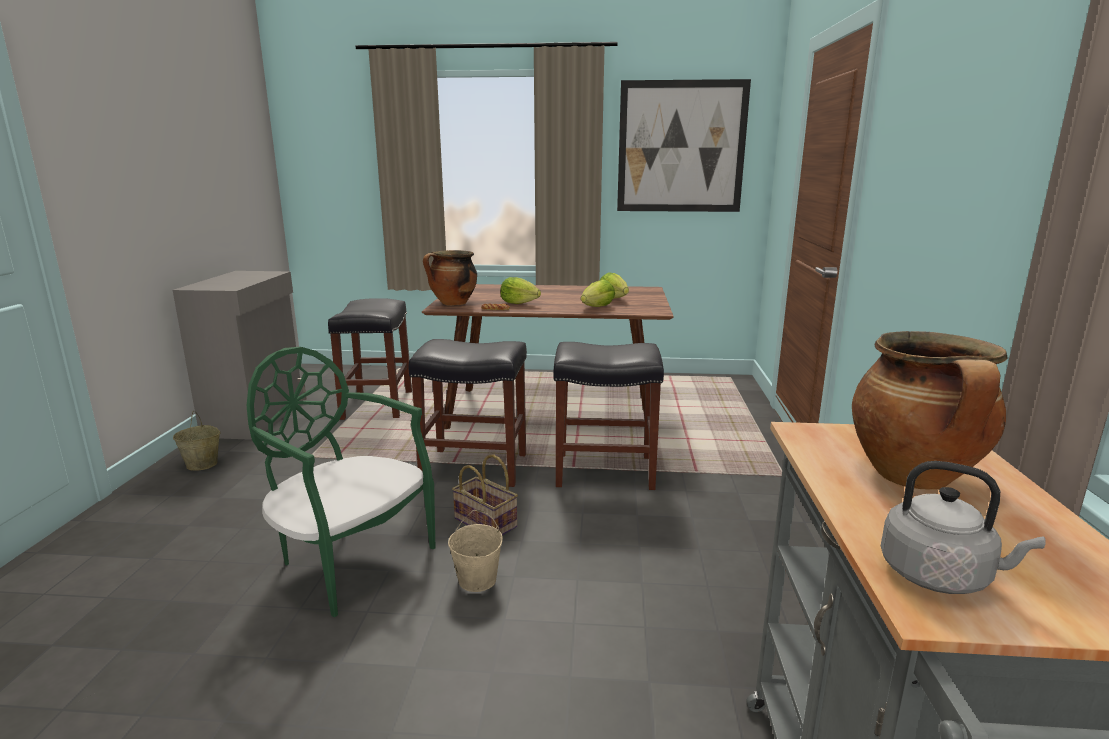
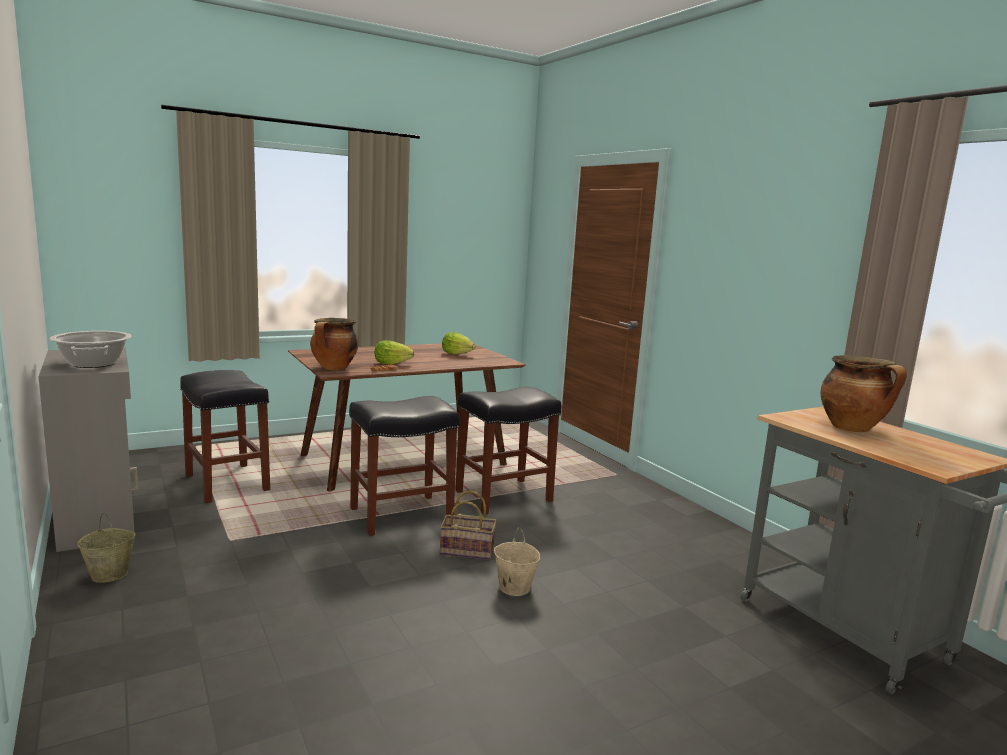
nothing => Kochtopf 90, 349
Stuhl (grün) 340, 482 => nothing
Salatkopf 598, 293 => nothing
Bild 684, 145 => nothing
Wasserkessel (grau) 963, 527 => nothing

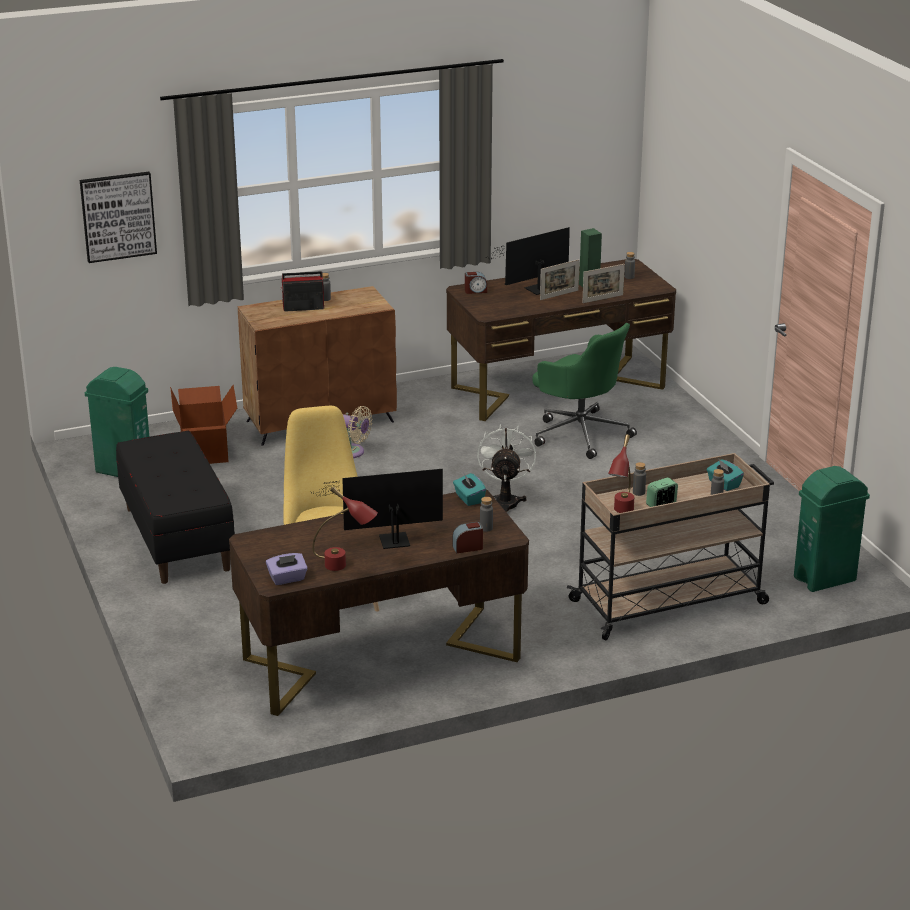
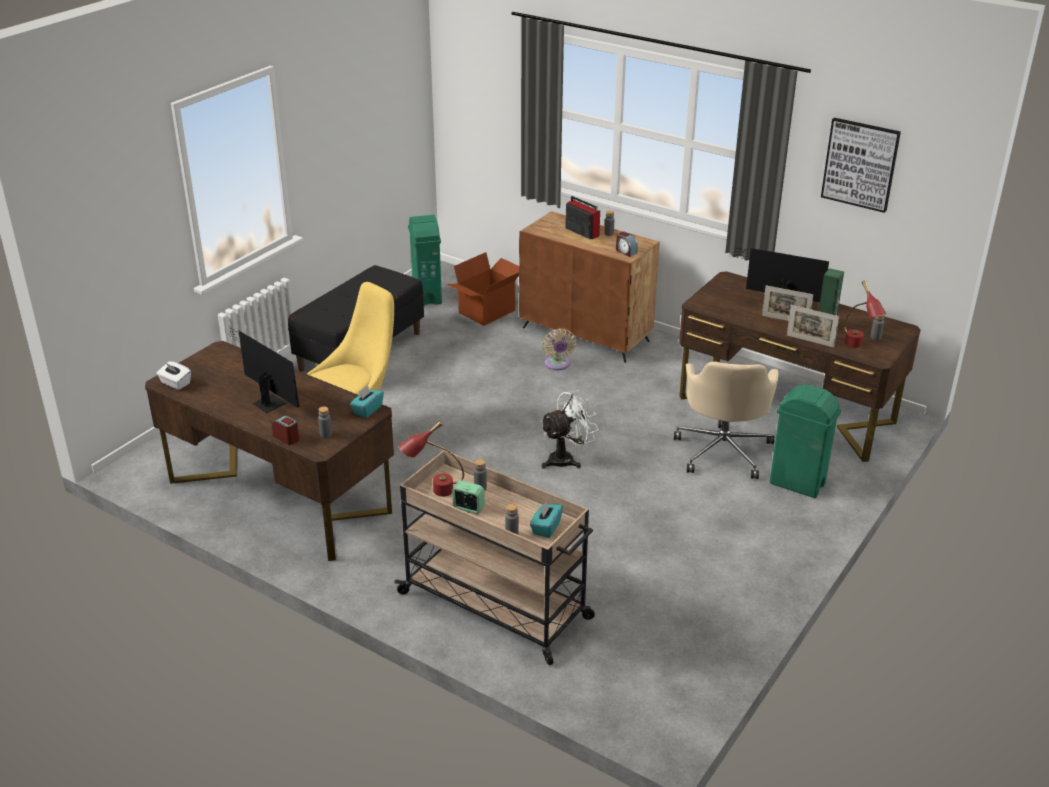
Taschentuchbox (lila) 287, 569 => Taschentuchbox (weiß) 173, 375
Wecker 476, 283 => Wecker 627, 244, relocated
Bürostuhl (grün) 584, 391 => Bürostuhl (beige) 726, 420
Mülleimer (grün) 832, 529 => Mülleimer (grün) 805, 441, relocated
Bild 118, 217 => Bild 861, 165, relocated
Tischlampe (rot) 345, 529 => Tischlampe (rot) 865, 314, relocated

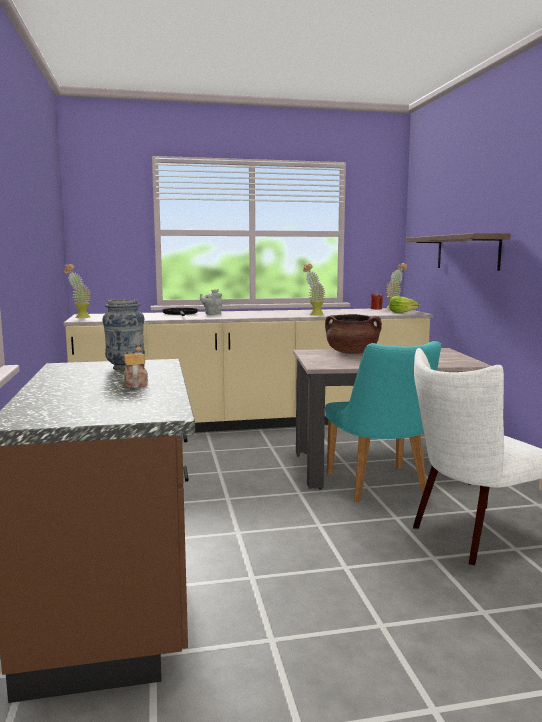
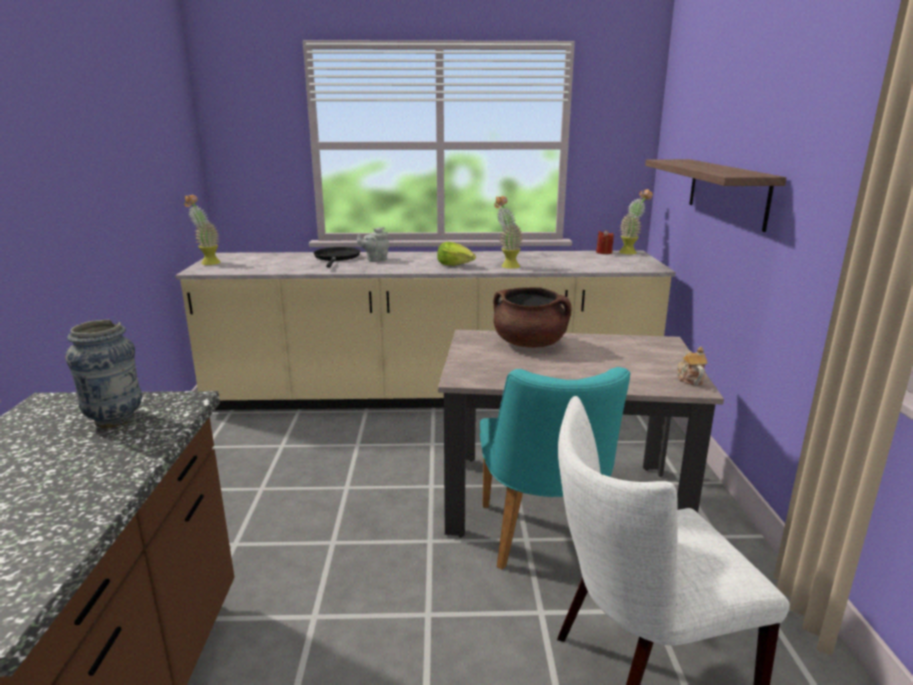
Salatkopf 404, 304 => Salatkopf 456, 254, relocated
Teekanne 135, 367 => Teekanne 692, 366, relocated

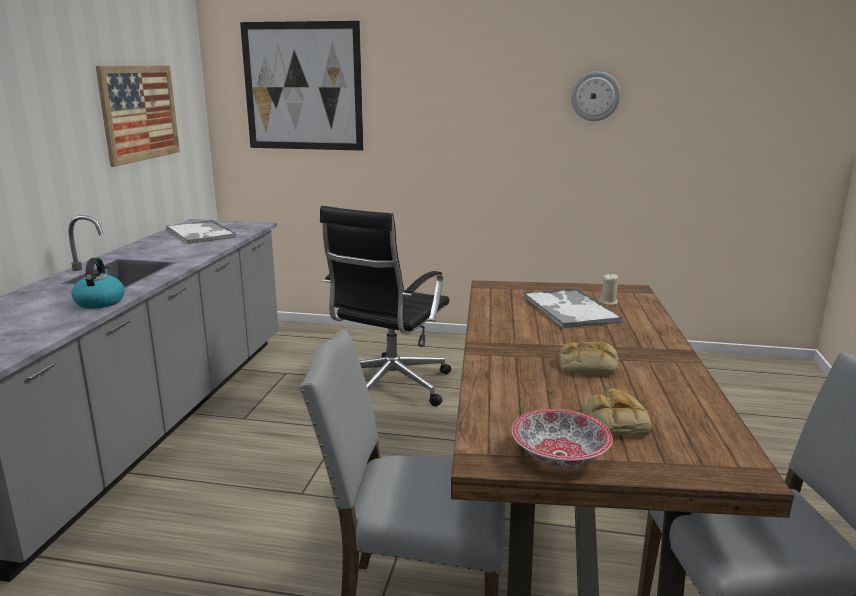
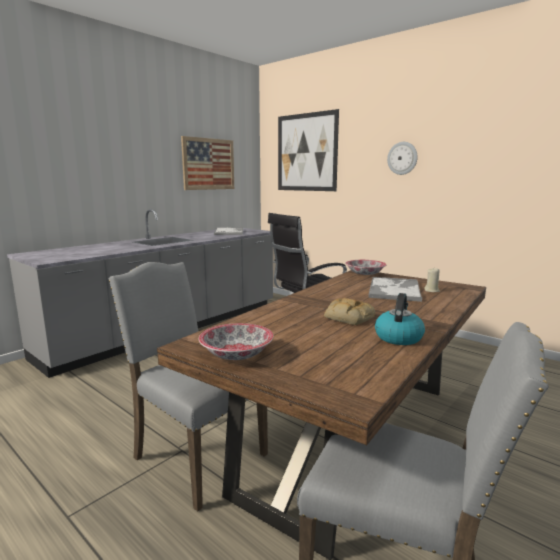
nothing => Schüssel 365, 267
Wasserkessel 98, 283 => Wasserkessel 400, 319, relocated
Wanduhr 595, 96 => Wanduhr 402, 158, relocated
Brot 616, 412 => nothing

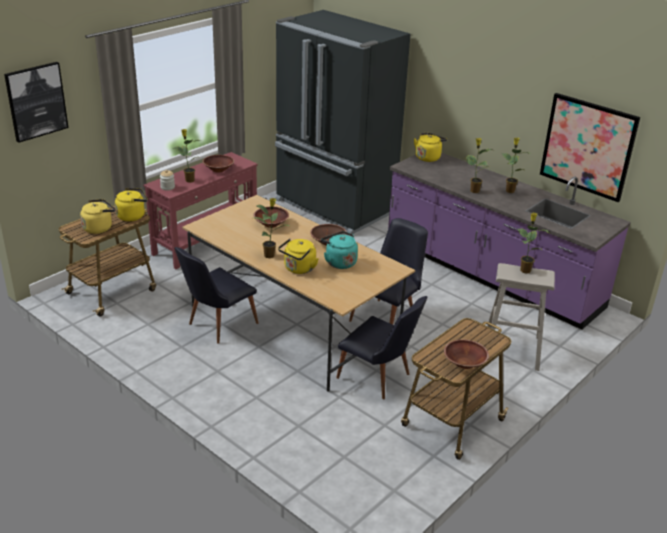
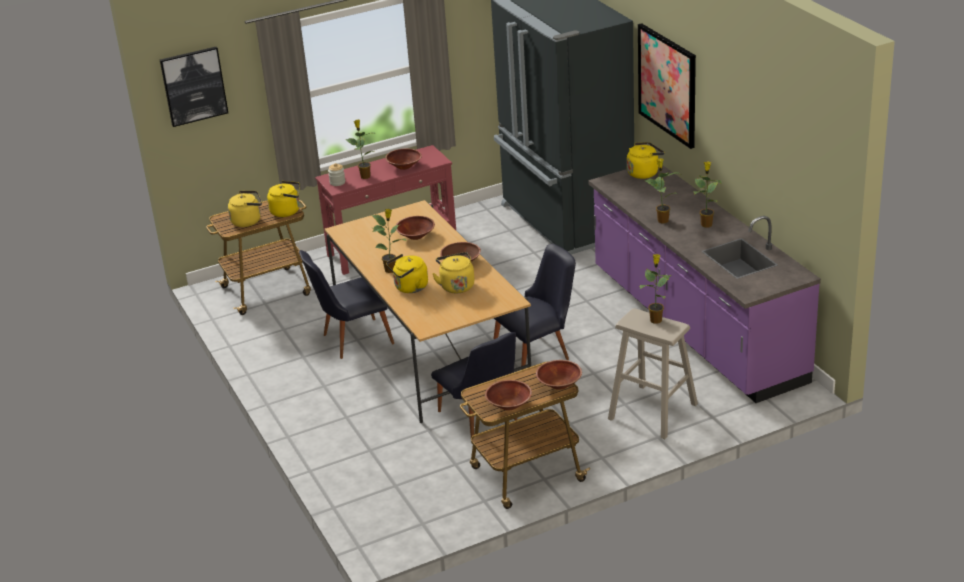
Wasserkessel (türkis) 339, 250 => Wasserkessel (gelb) 453, 272
nothing => Schüssel (braun) 559, 375
Bild 590, 147 => Bild 667, 86, relocated

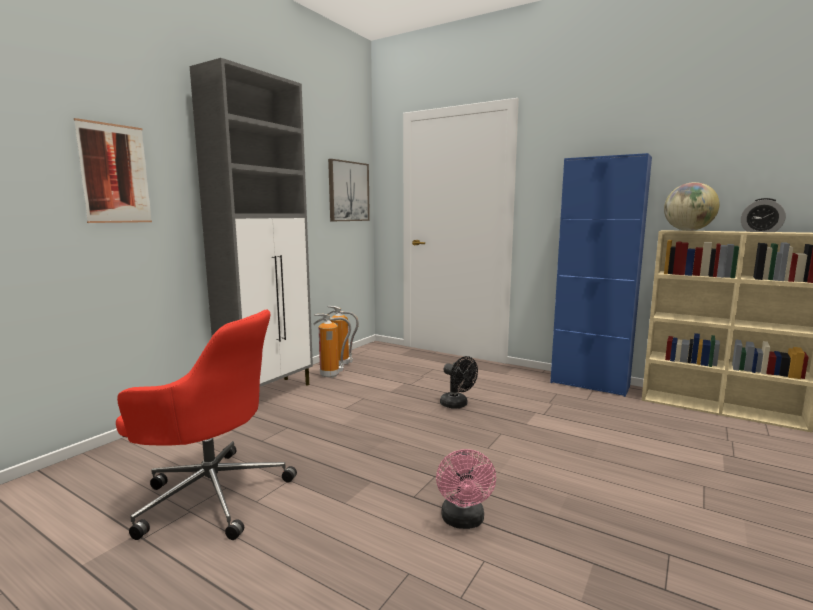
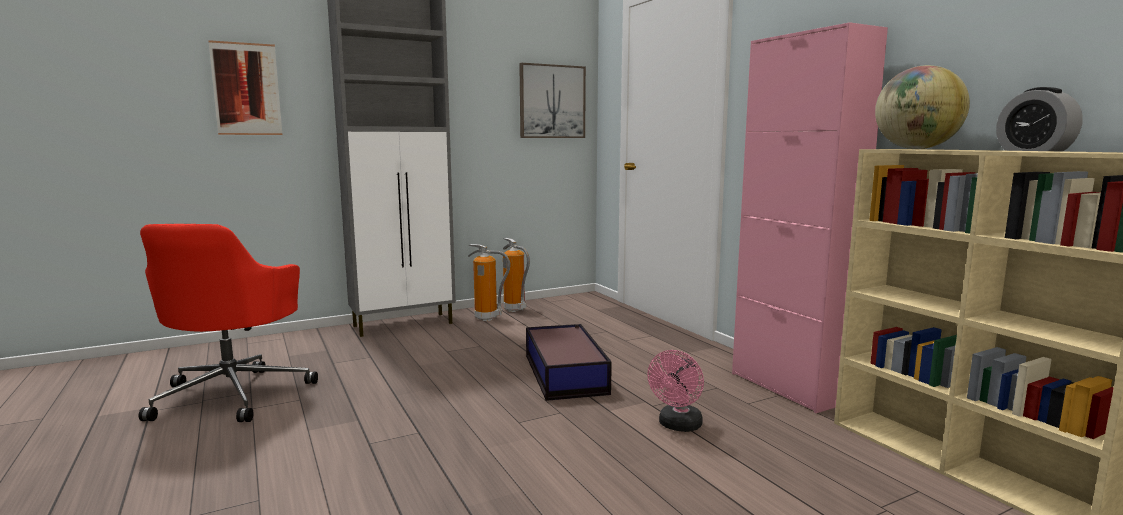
Bürostuhl (rot) 206, 425 => Bürostuhl (rot) 228, 323, 45 degrees clockwise
Ventilator (schwarz) 459, 382 => Aufbewahrungsbox 569, 362
Ventilator (rosa) 466, 489 => Ventilator (rosa) 675, 391, relocated
Schrank (blau) 601, 275 => Schrank (rosa) 810, 217

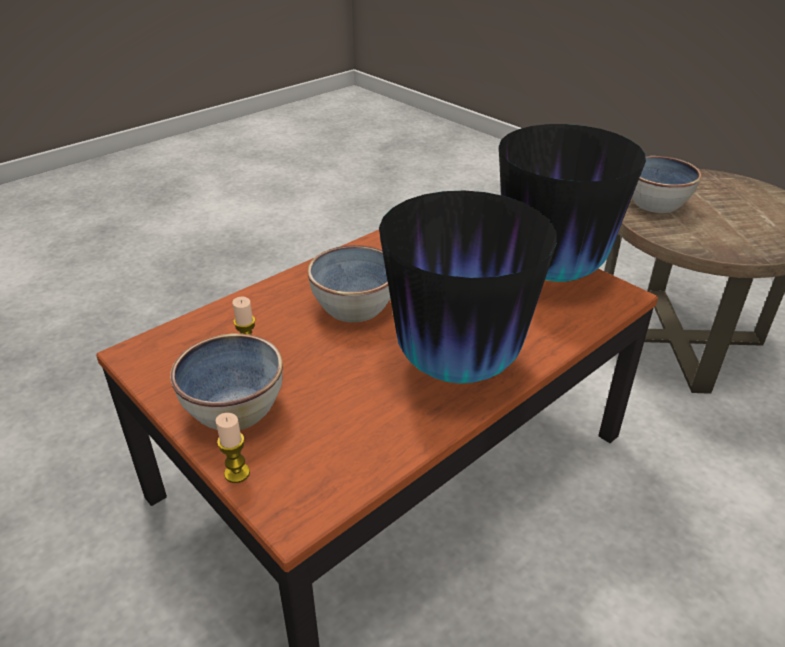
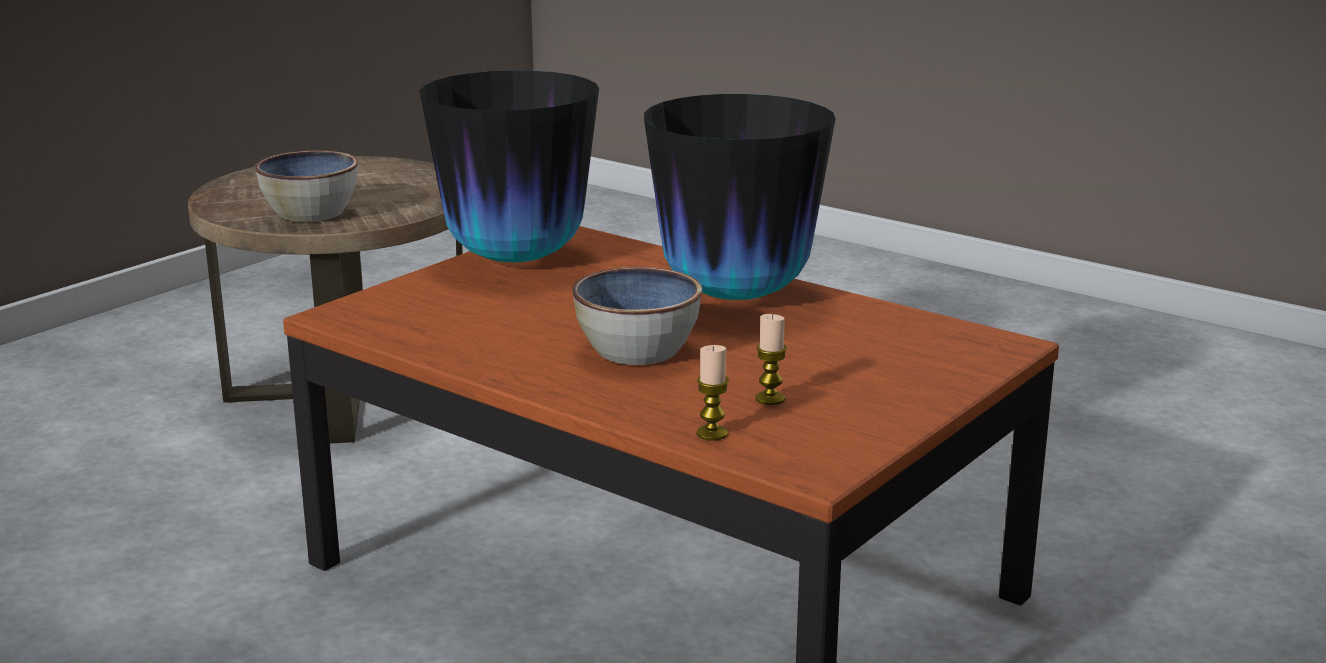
Kerze 233, 448 => Kerze 712, 393, relocated
Schüssel 226, 381 => nothing

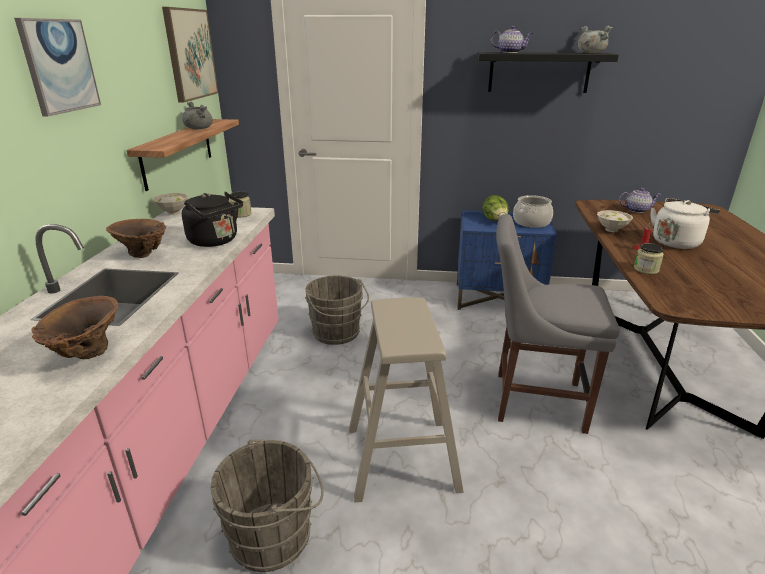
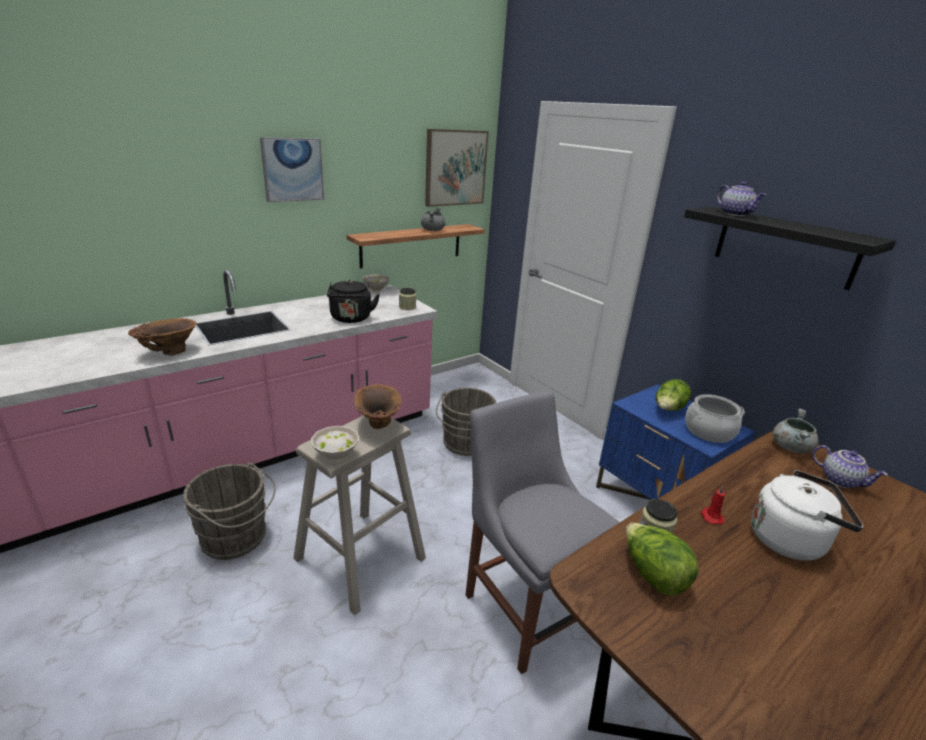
Schüssel (weiß) 615, 221 => Schüssel (weiß) 335, 444, relocated
Vase (braun) 136, 238 => Vase (braun) 378, 406, relocated
nothing => Salatkopf 662, 559
Kochtopf (grau) 595, 39 => Kochtopf (grau) 795, 430, relocated

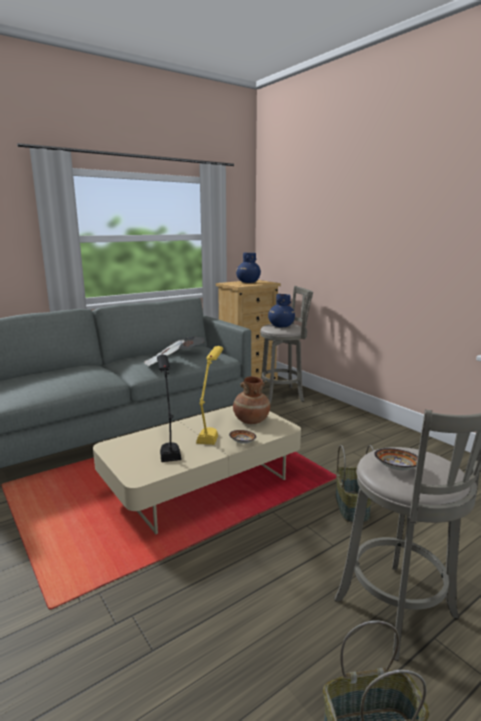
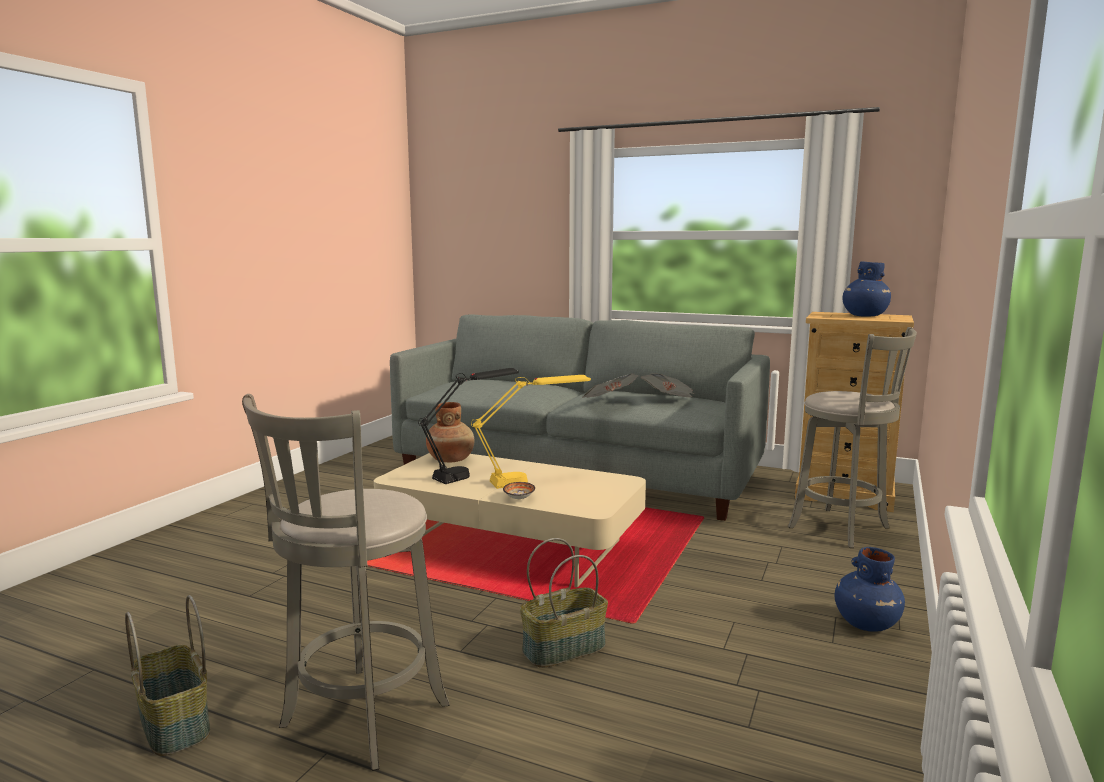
Vase (braun) 251, 400 => Vase (braun) 450, 432, relocated
Vase (blau) 281, 310 => Vase (blau) 870, 589, relocated
Schüssel 396, 459 => nothing

